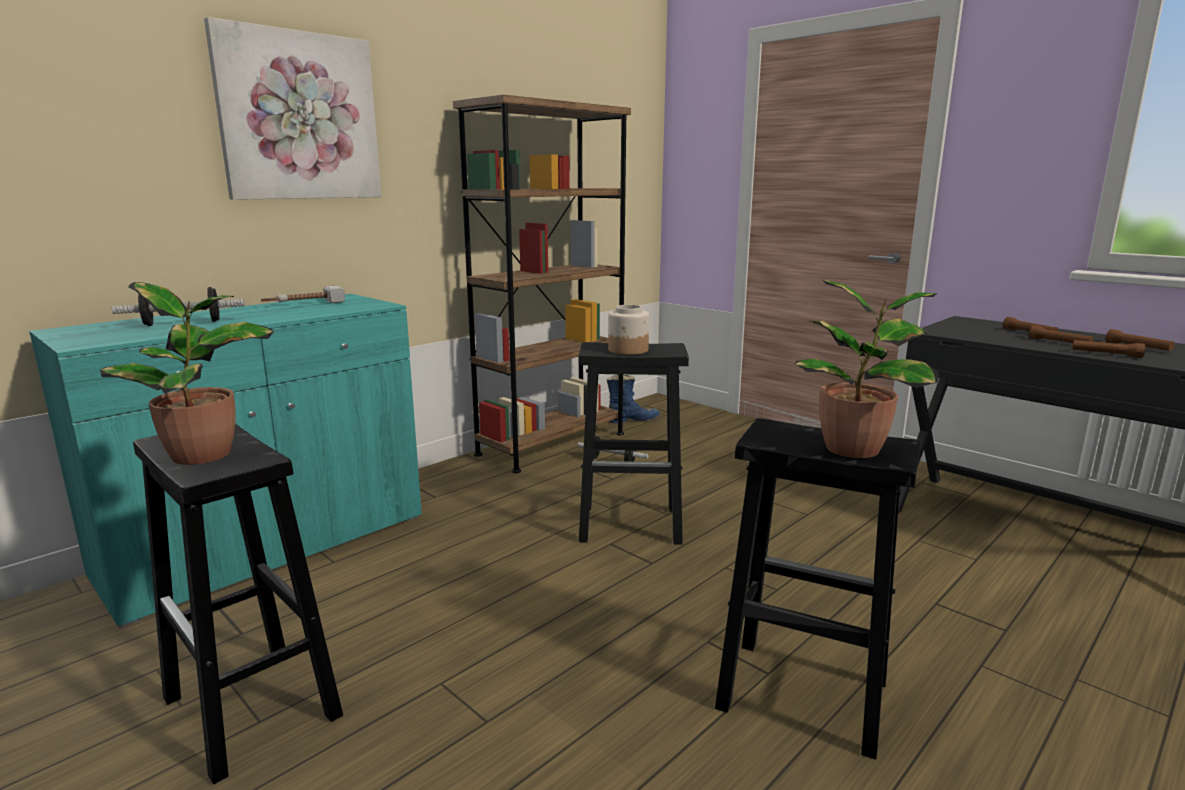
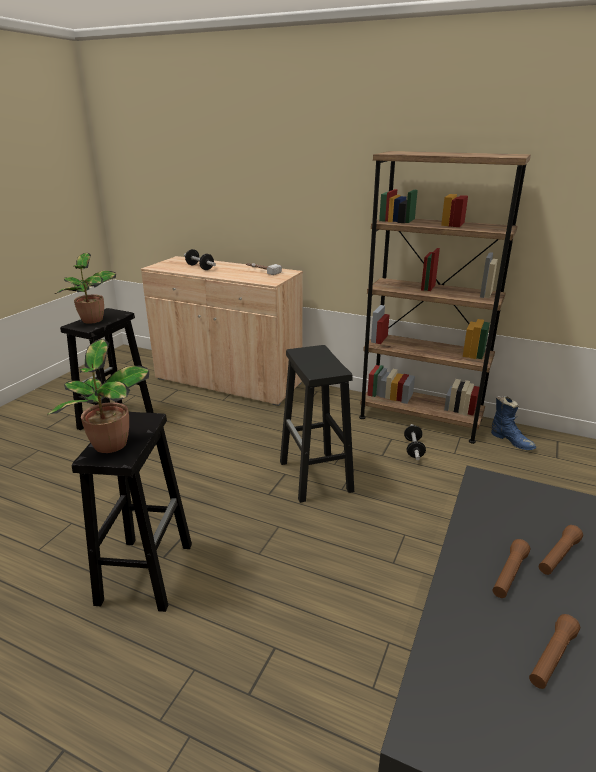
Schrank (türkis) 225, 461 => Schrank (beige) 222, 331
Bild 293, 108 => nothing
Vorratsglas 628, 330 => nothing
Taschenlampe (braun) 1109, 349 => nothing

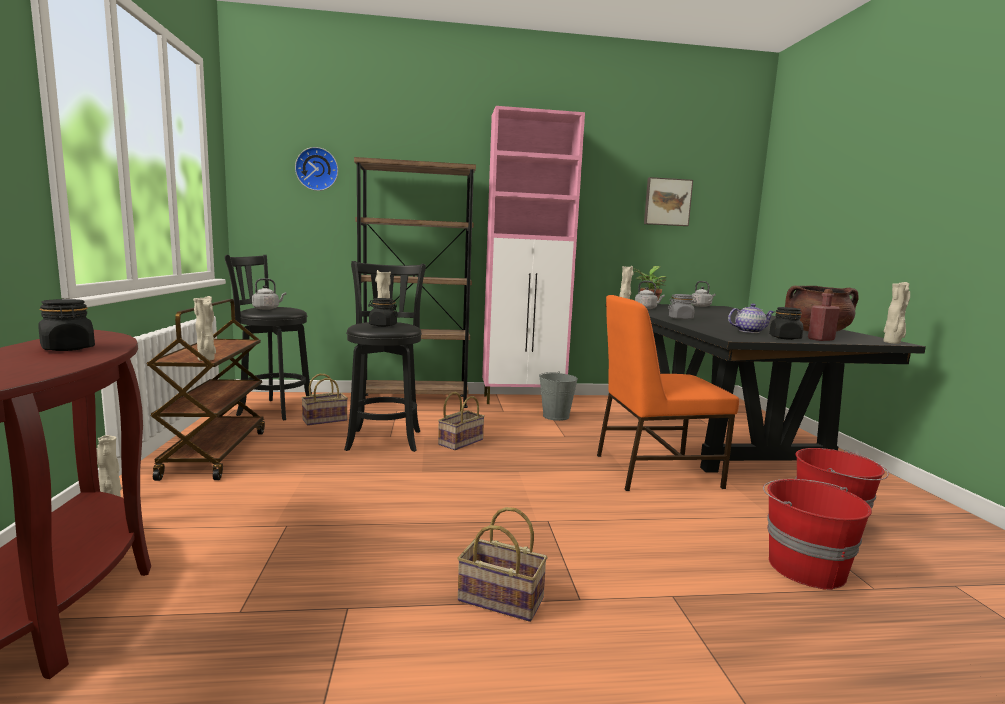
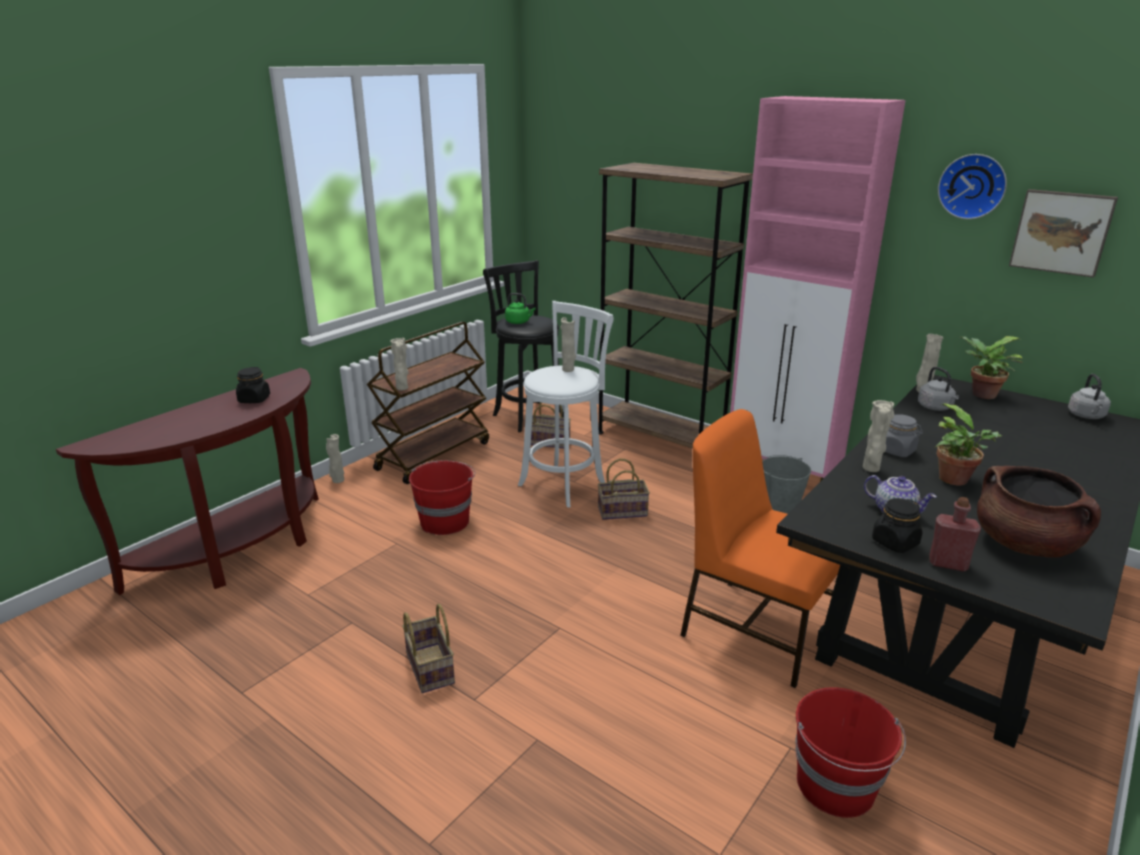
Eimer (rot) 817, 534 => Eimer (rot) 442, 497, relocated
Wasserkessel (grau) 269, 294 => Wasserkessel (grün) 520, 308
Hocker (schwarz) 385, 356 => Hocker (weiß) 566, 404
Vase (beige) 897, 313 => Vase (beige) 878, 436, relocated
nothing => Topfpflanze 968, 444
Wanduhr 316, 169 => Wanduhr 972, 186, relocated
Vorratsglas (schwarz) 383, 312 => nothing

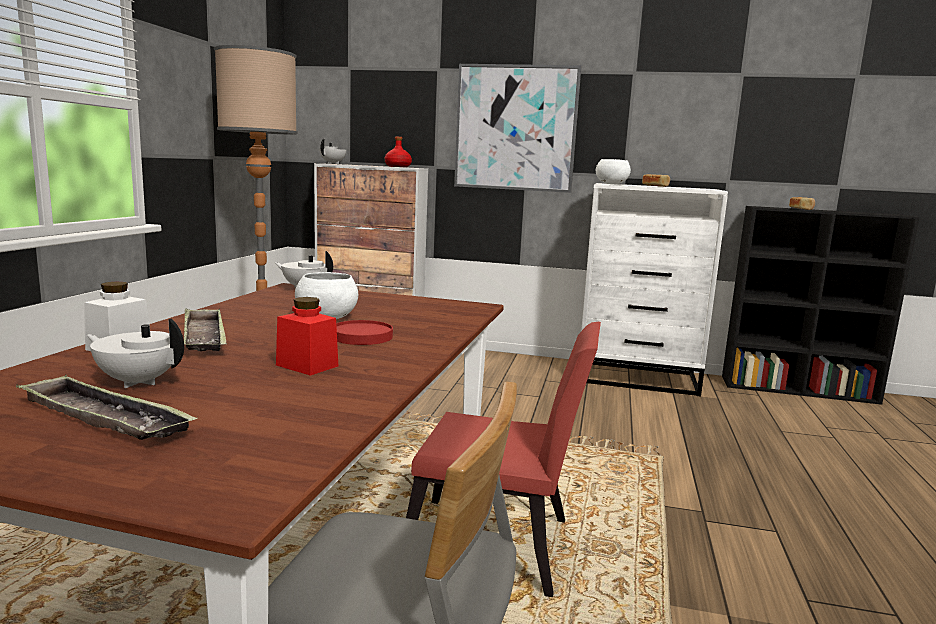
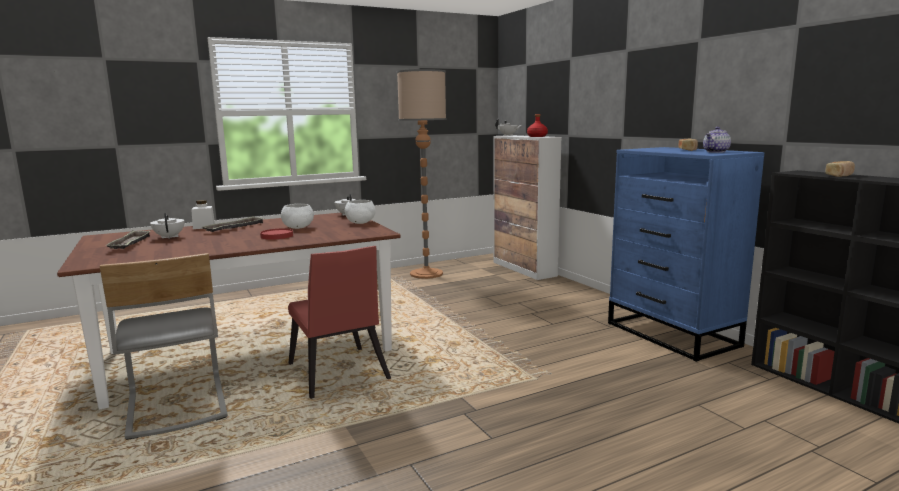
Schüssel (weiß) 613, 171 => Schüssel (weiß) 360, 212, relocated
Kommode (weiß) 654, 290 => Kommode (blau) 686, 254
nothing => Teekanne 717, 140
Vorratsglas (rot) 307, 336 => nothing
Bild 517, 128 => nothing

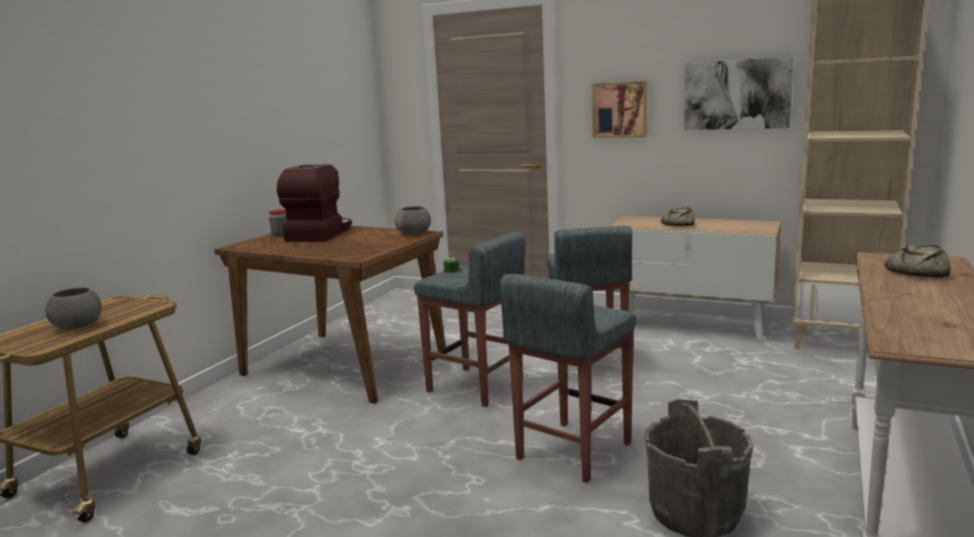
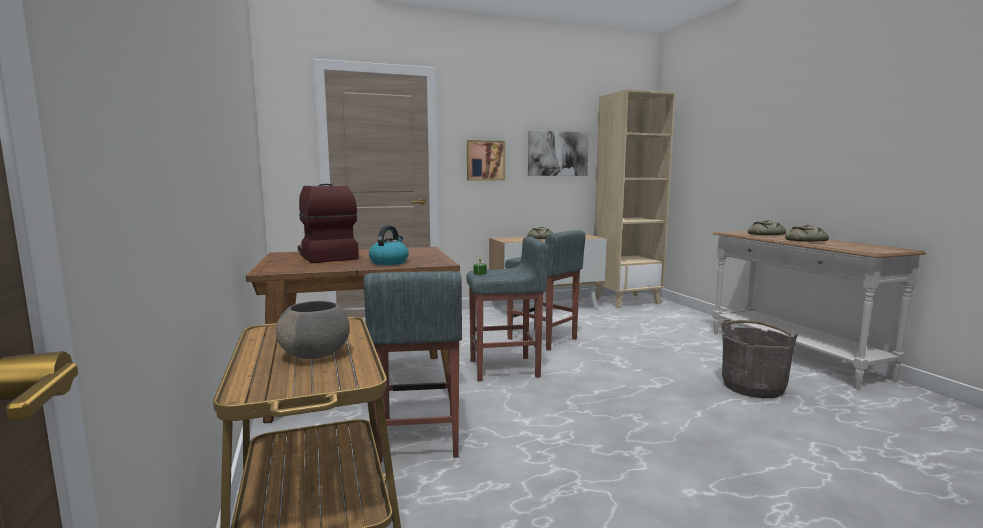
Hocker (grau) 567, 378 => Hocker (grau) 413, 366, relocated
nothing => Wasserkessel 389, 245
nothing => Brot 807, 233
Vorratsglas 277, 223 => nothing
Schüssel (grau) 412, 220 => nothing

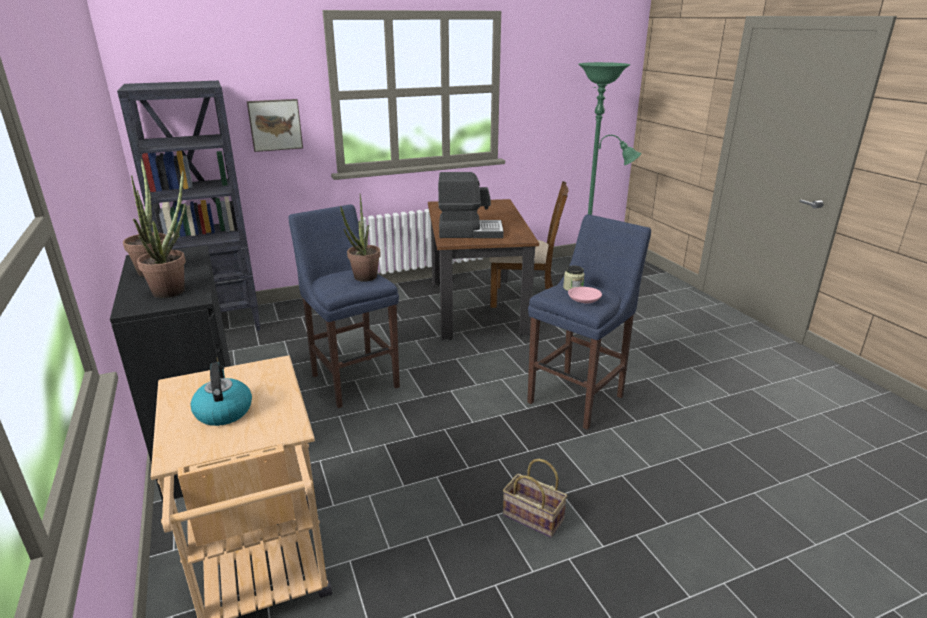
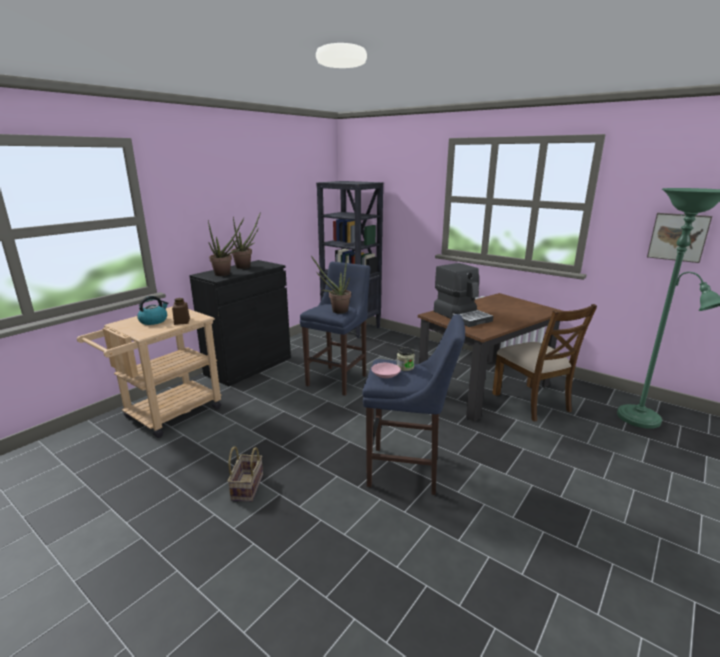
nothing => Vorratsglas (braun) 181, 311
Bild 275, 125 => Bild 679, 238, relocated

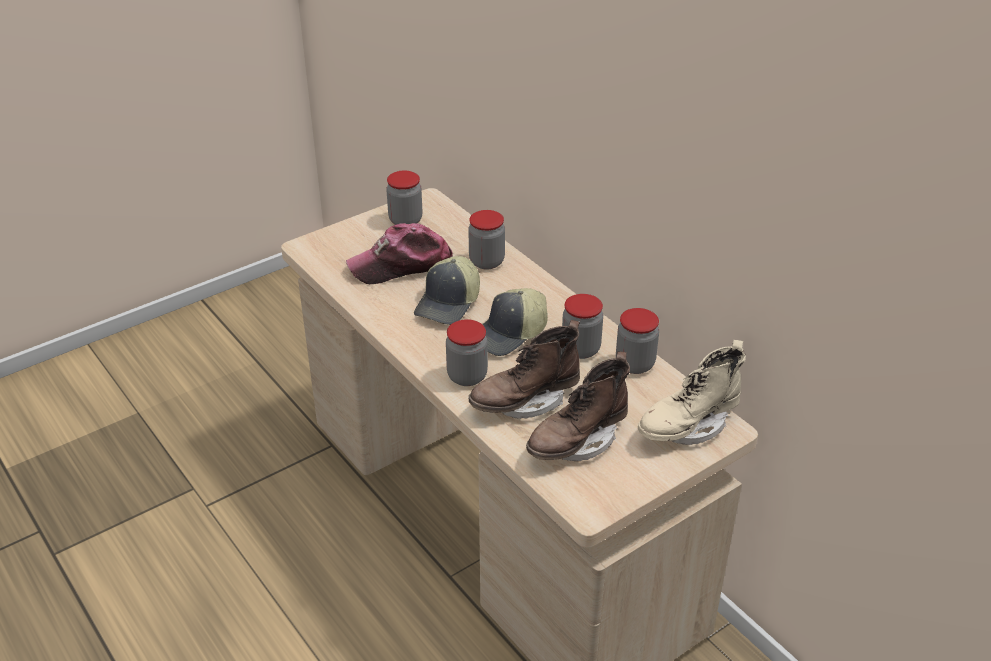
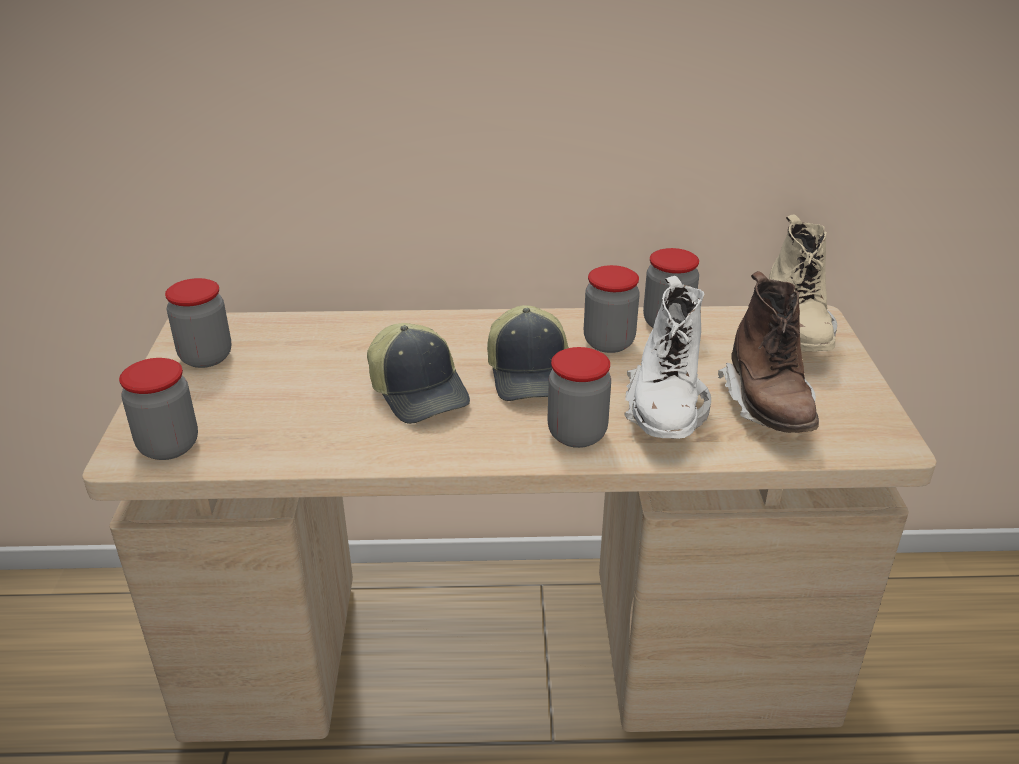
Vorratsglas 486, 239 => Vorratsglas 158, 409, relocated
Stiefel (braun) 524, 369 => Stiefel (weiß) 668, 357
Kappe 399, 253 => nothing

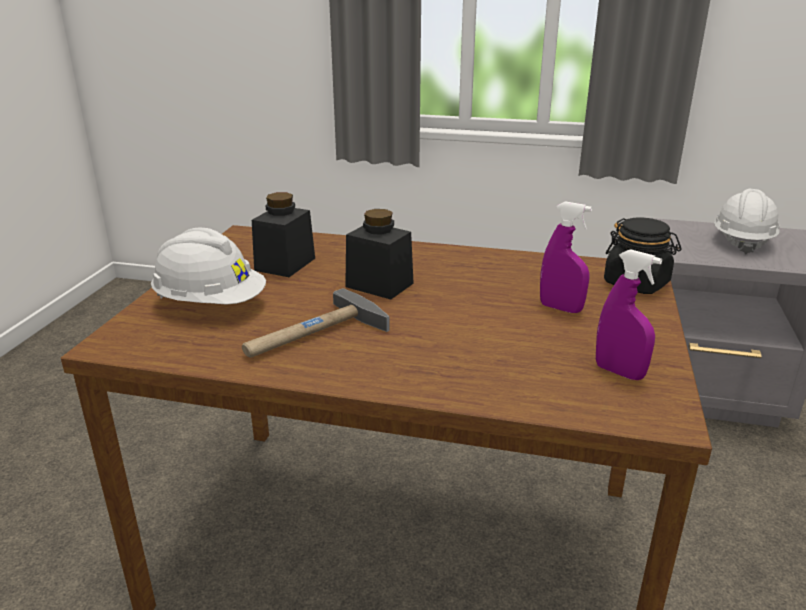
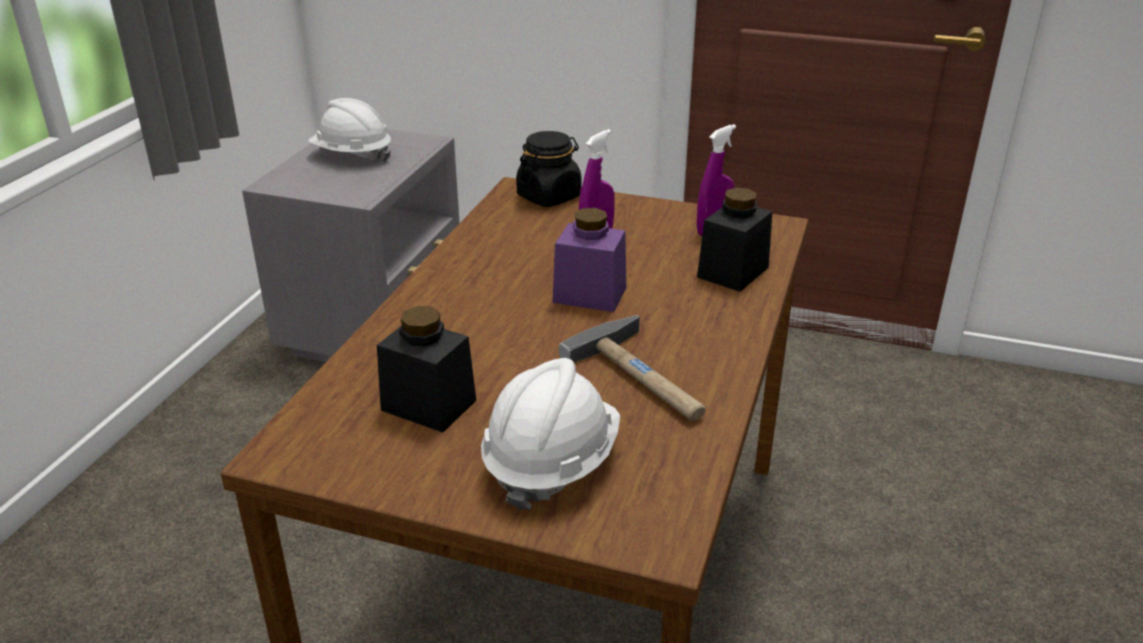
nothing => Vorratsglas (lila) 589, 260
Vorratsglas (schwarz) 379, 254 => Vorratsglas (schwarz) 735, 240, relocated

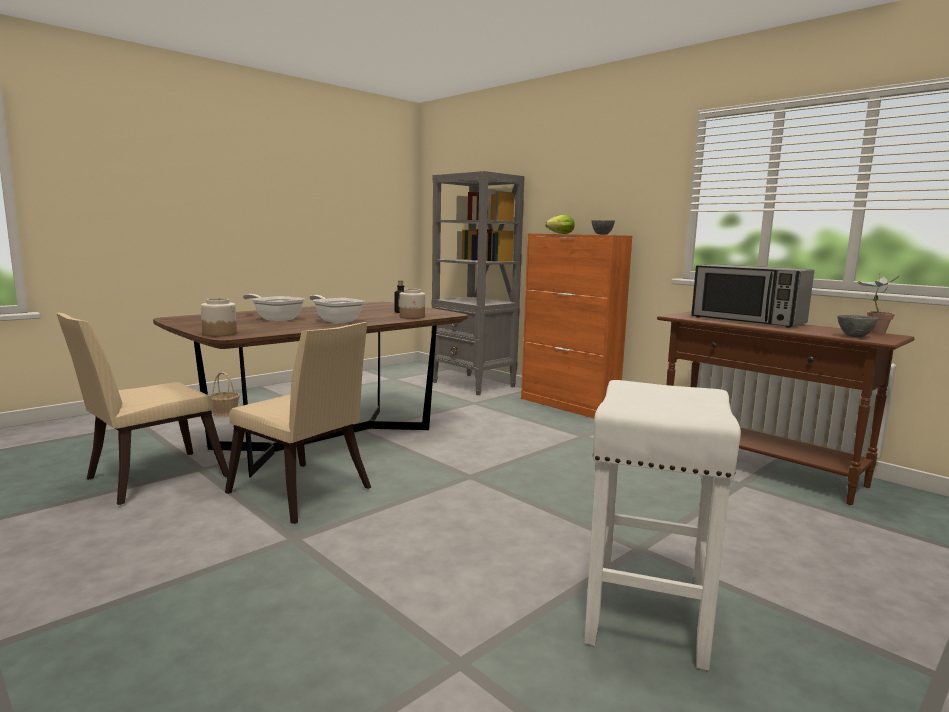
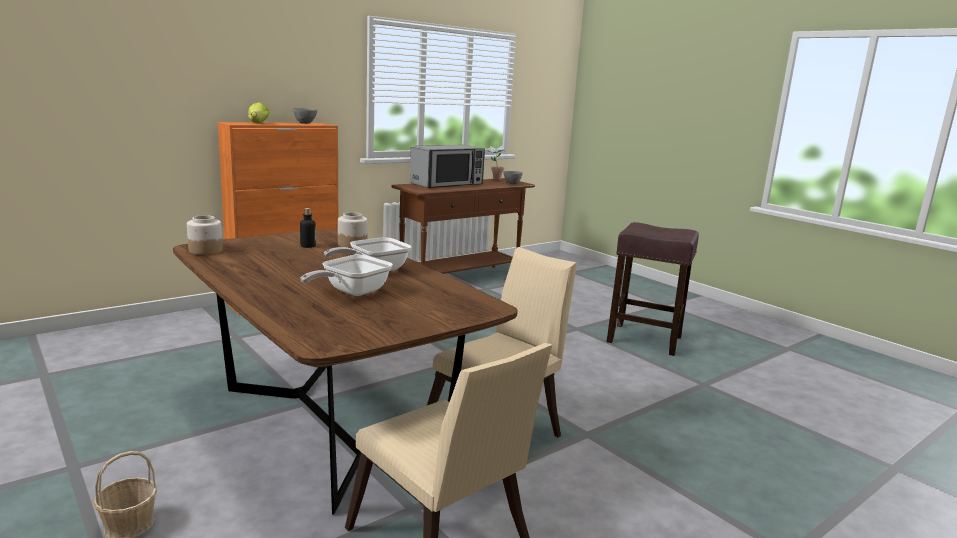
Vorratsglas 219, 317 => Vorratsglas 205, 235, relocated
Hocker (weiß) 662, 525 => Hocker (braun) 653, 289
Bücherregal (grau) 478, 283 => nothing

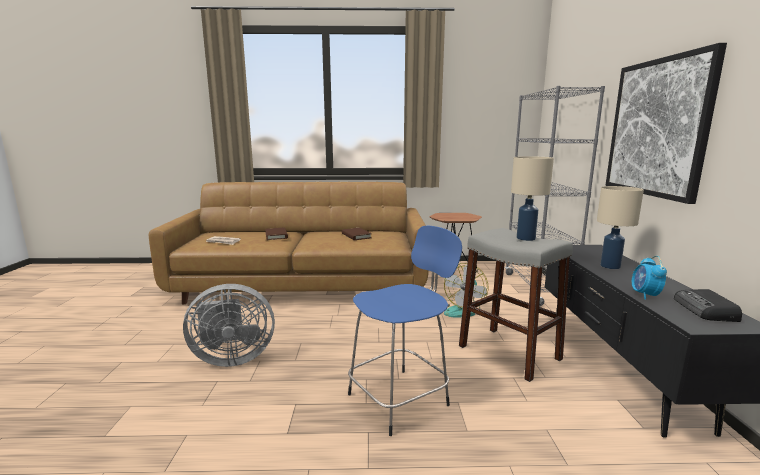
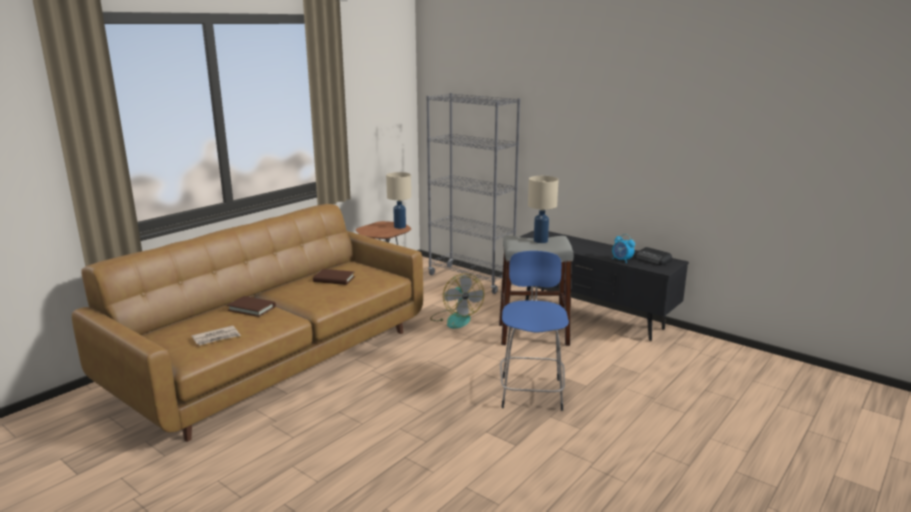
Tischlampe (beige) 620, 227 => Tischlampe (beige) 398, 200, relocated
Ventilator (grau) 229, 325 => nothing
Bild 666, 123 => nothing

